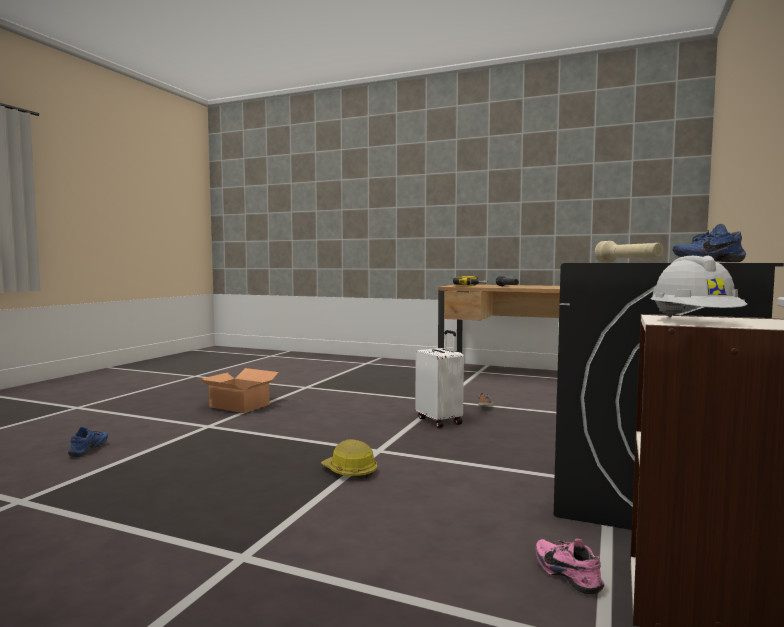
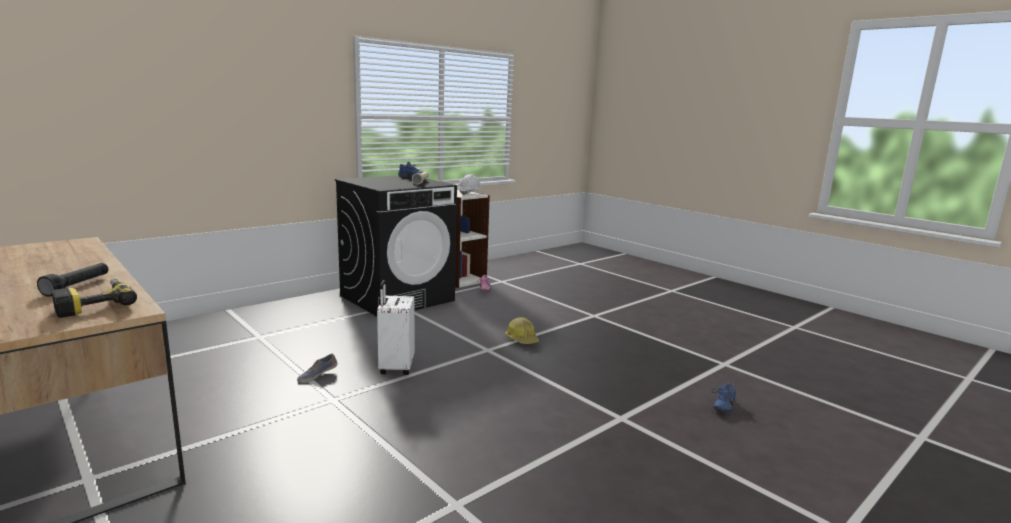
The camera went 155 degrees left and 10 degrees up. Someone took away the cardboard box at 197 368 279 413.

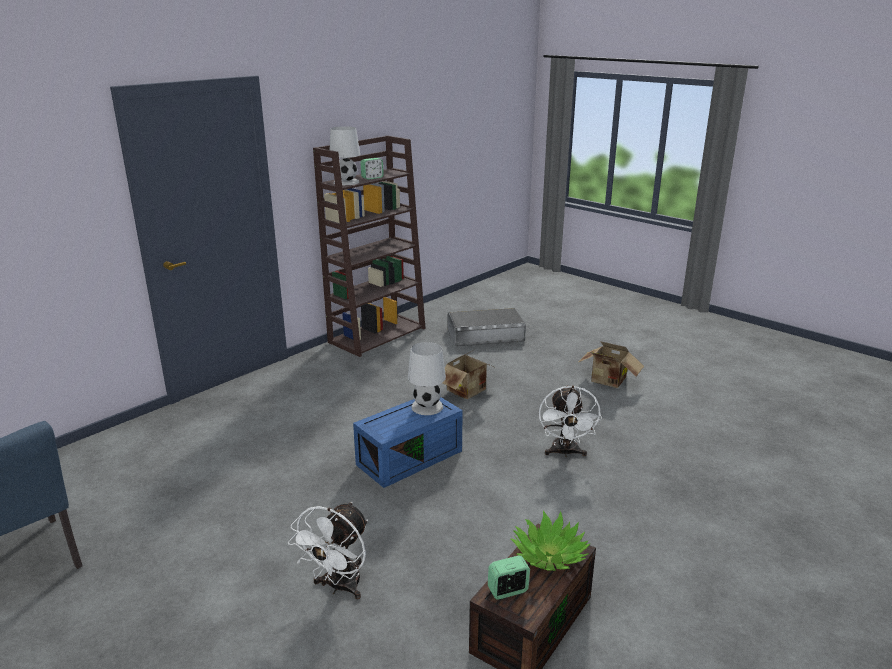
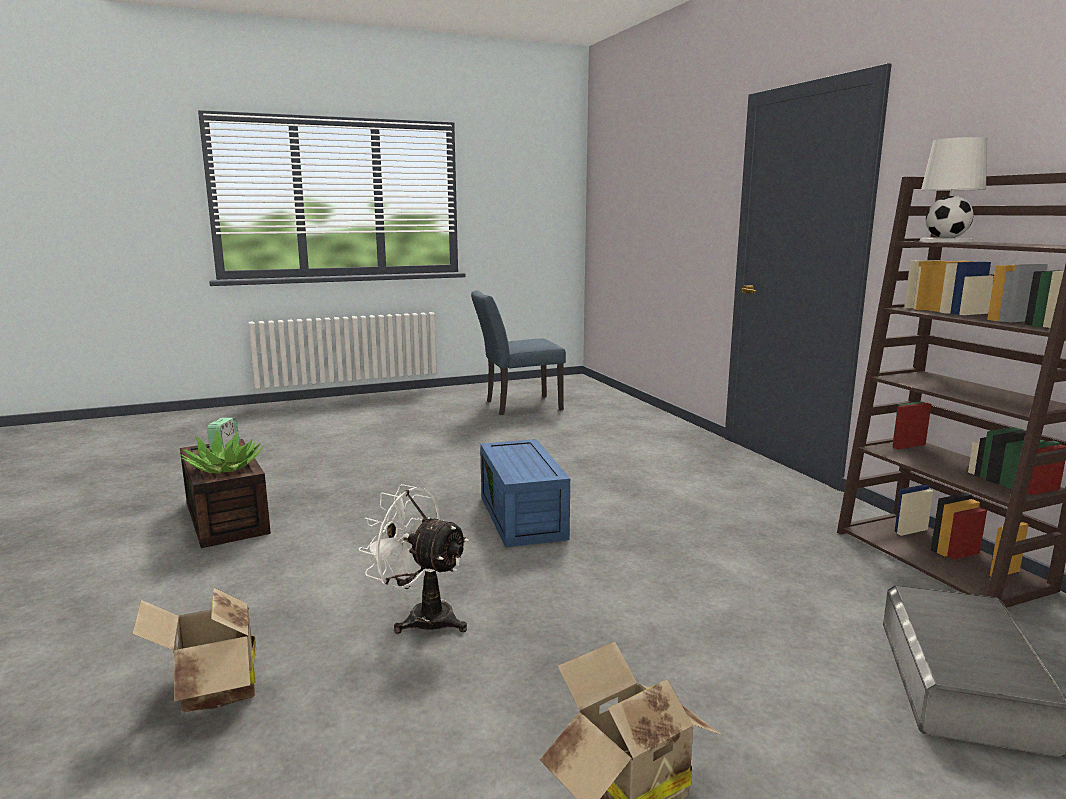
The camera went 115 degrees right and 10 degrees down. Someone took away the fan (white) at 288 502 368 600. Someone took away the alarm clock at 361 158 384 180. Someone took away the table lamp (white) at 408 342 446 415. Someone carried the cardboard box from 443 350 491 399 to 132 587 256 713.

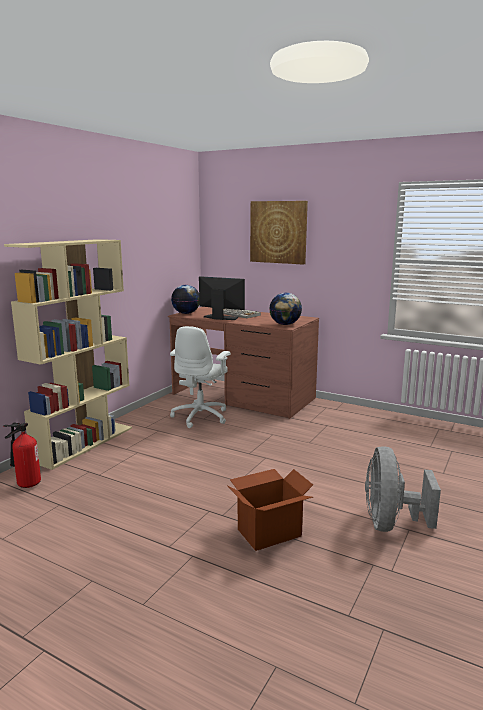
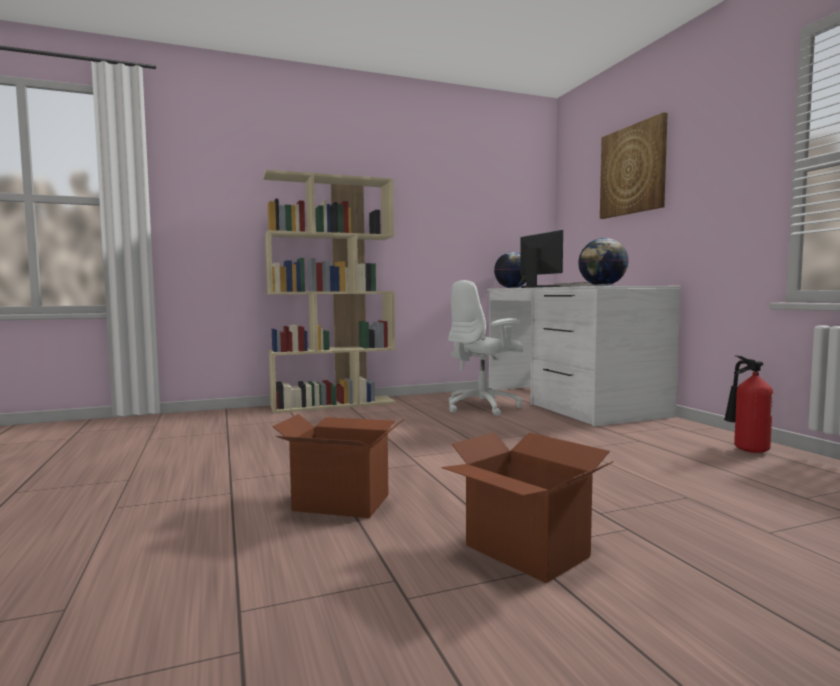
The camera went 40 degrees right and 10 degrees down. Someone carried the fire extinguisher from 3 423 41 488 to 724 355 773 453. Someone repainted the desk (brown) at 168 307 319 419, which became the desk (white) at 487 286 681 426. Someone swapped the fan (grey) at 365 446 441 532 for the cardboard box at 441 432 613 583.

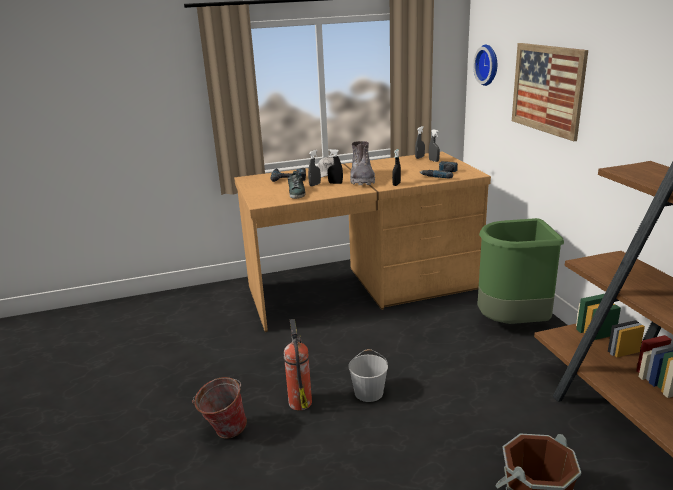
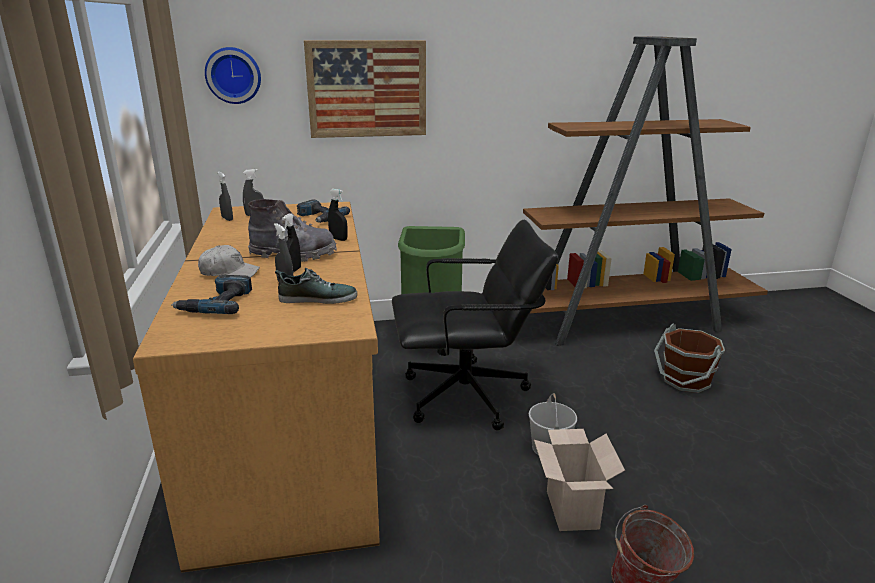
The camera went 85 degrees left and 0 degrees up. Someone swapped the fire extinguisher at 284 319 312 410 for the cardboard box at 534 429 625 531. Someone put down the office chair (black) at 392 220 559 430.

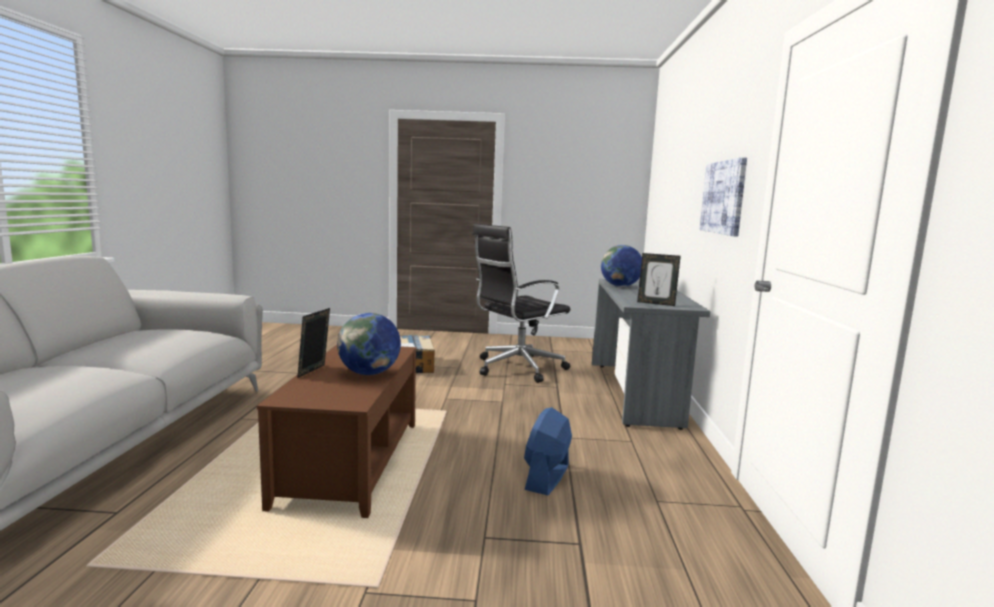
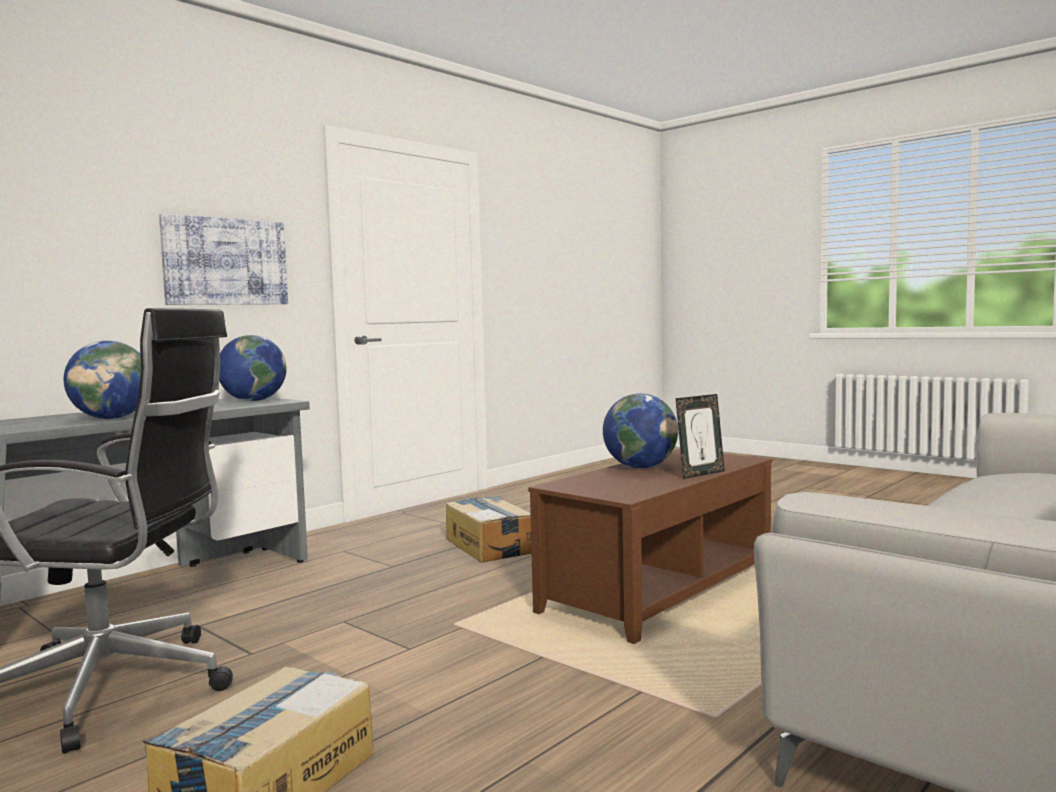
The camera went 140 degrees left and 5 degrees down. Someone swapped the fan (blue) at 524 407 572 495 for the cardboard box at 446 496 532 562. Someone swapped the picture frame at 637 253 681 306 for the globe at 219 335 287 401.

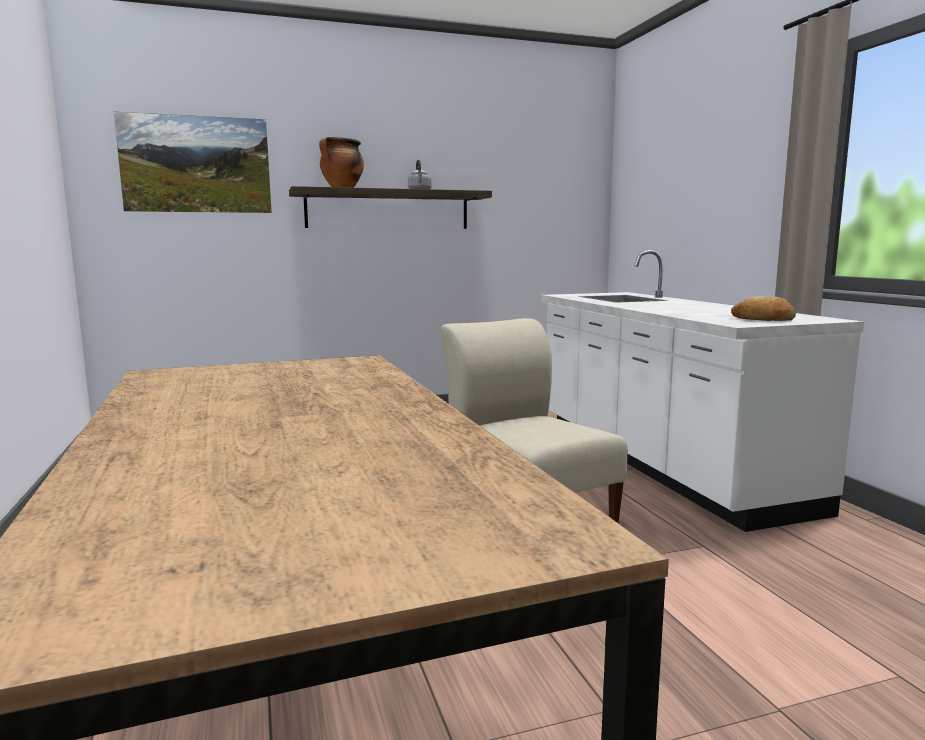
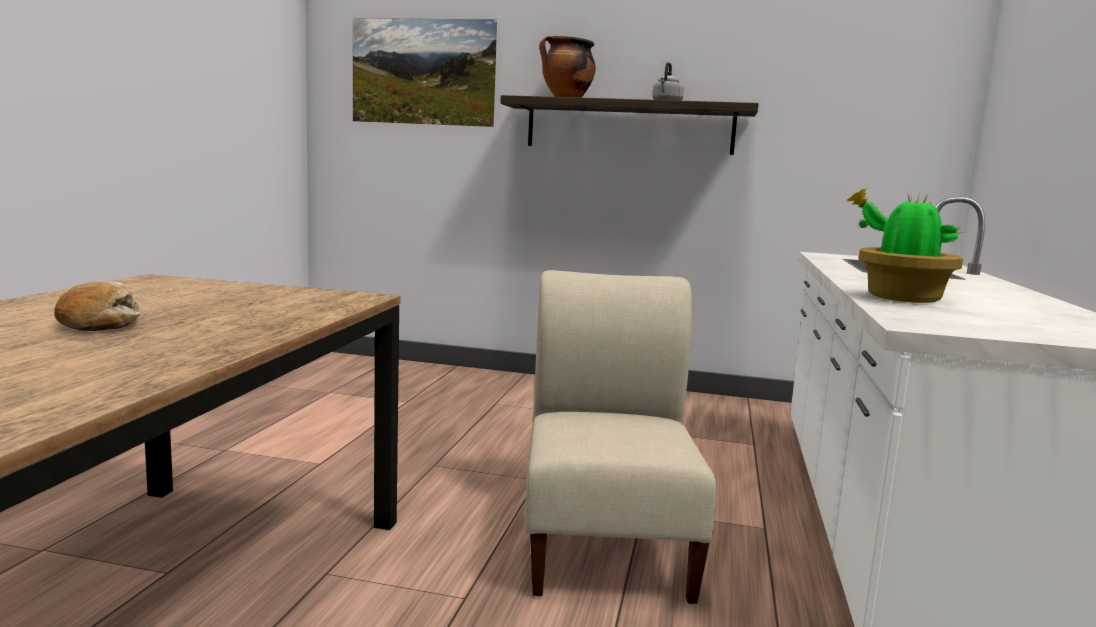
The camera went 30 degrees right and 0 degrees up. Someone carried the bread from 731 296 796 321 to 54 281 141 331. Someone put down the potted plant at 845 187 965 303.

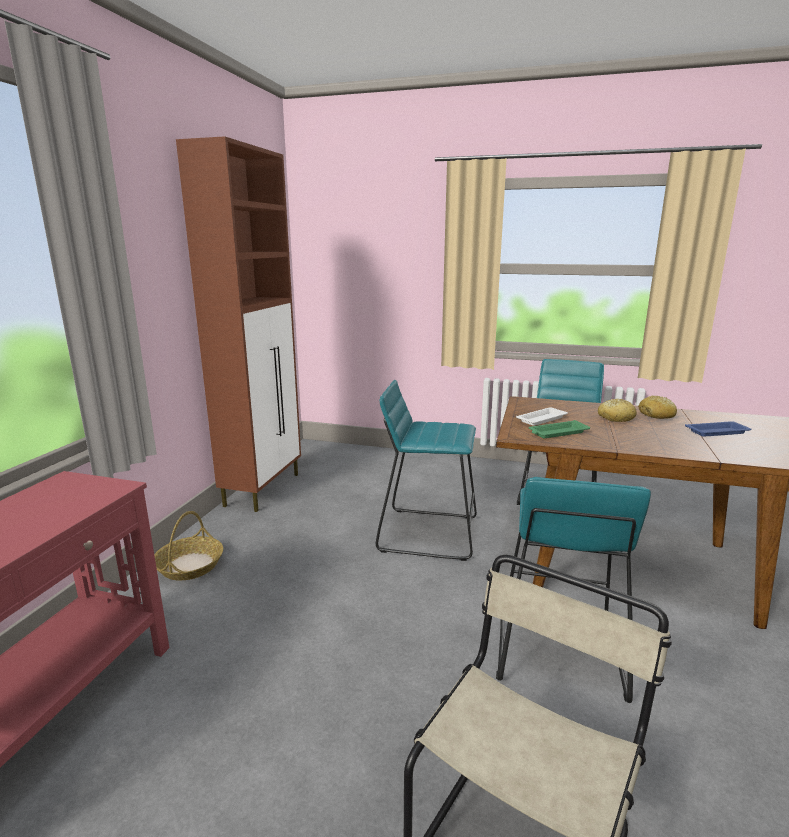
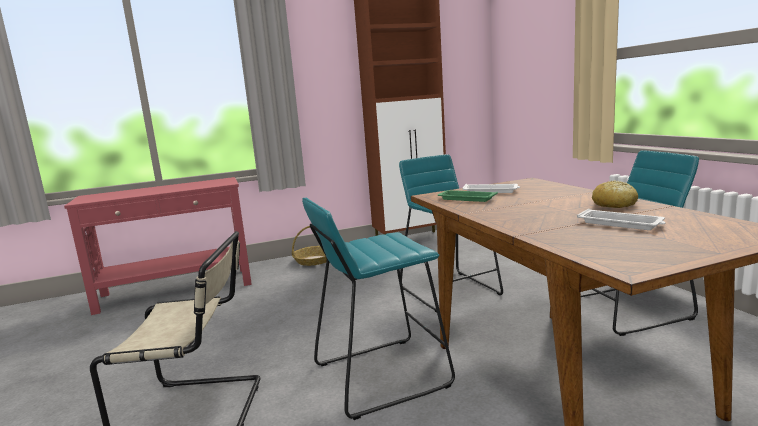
The camera went 55 degrees right and 5 degrees down. Someone took away the bread at 598 399 637 422. Someone repainted the tray (blue) at 685 421 751 437, which became the tray (white) at 577 209 666 230.

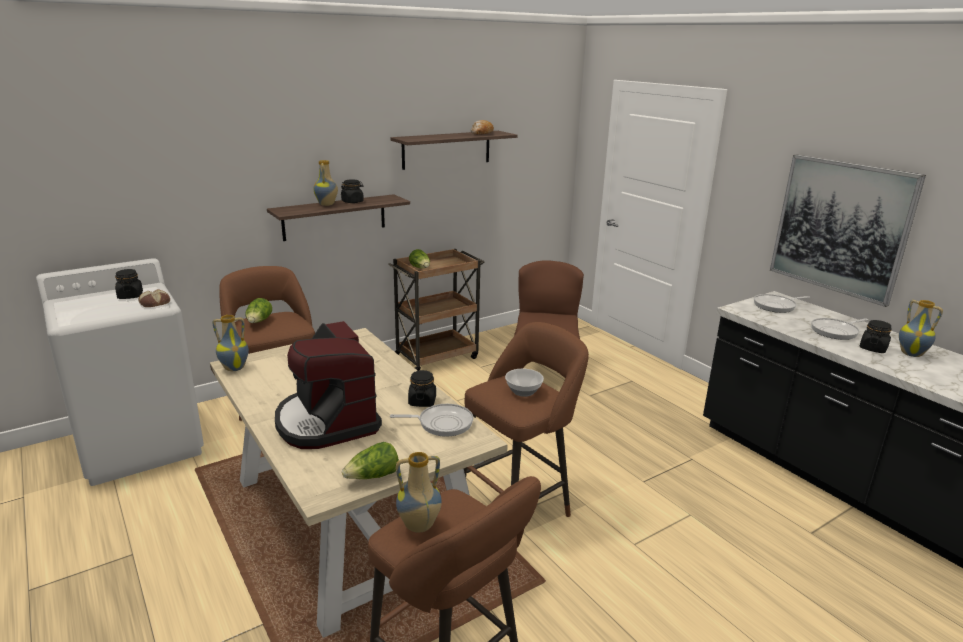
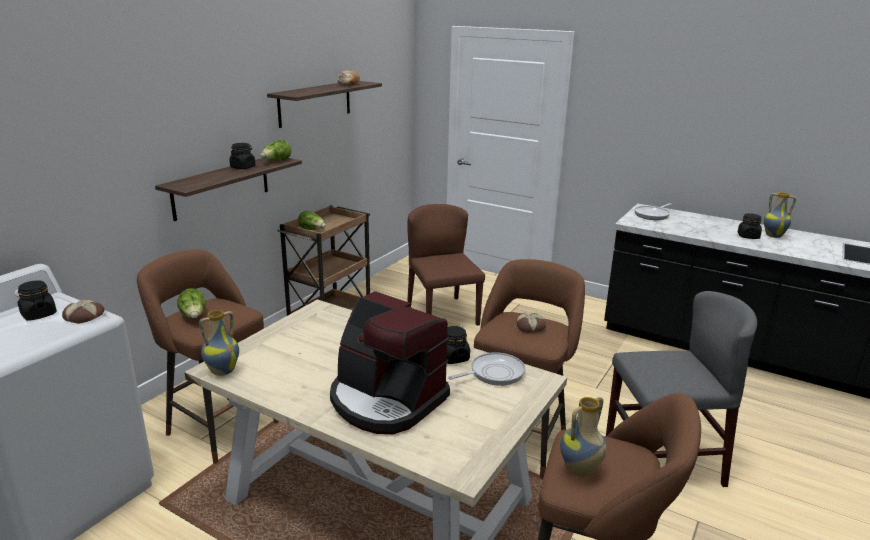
The camera went 25 degrees left and 0 degrees up. Someone took away the vase at 313 160 338 206. Someone carried the lettuce from 342 442 399 479 to 260 140 291 161. Someone swapped the bowl at 505 369 544 397 for the bread at 516 313 546 333. Someone took away the picture at 770 155 926 307. Someone took away the frying pan at 811 318 868 340. Someone put down the chair (grey) at 606 291 757 487.

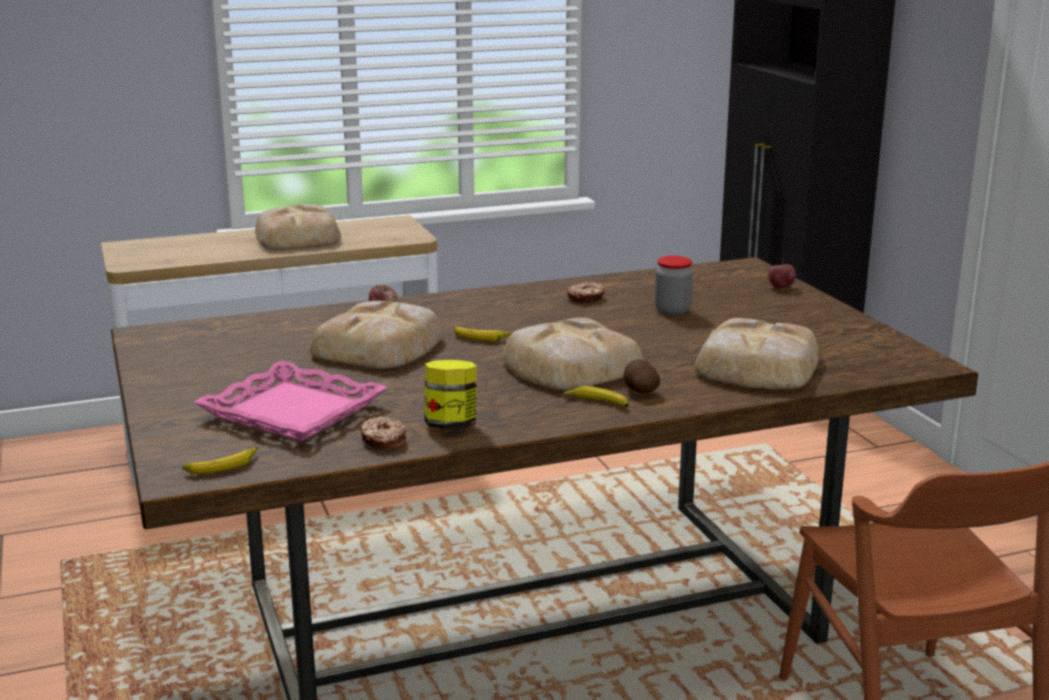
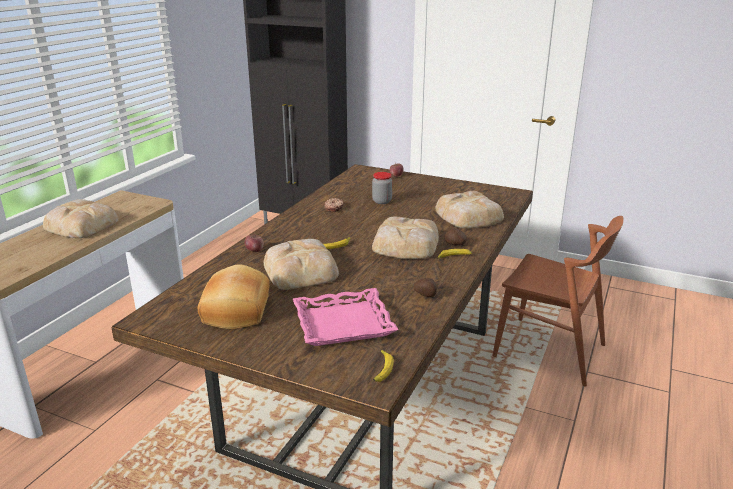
The camera went 45 degrees left and 5 degrees up. Someone took away the donut at 360 416 406 449. Someone swapped the jar at 424 360 477 429 for the potato at 414 278 437 297. Someone put down the bread at 198 264 270 329.

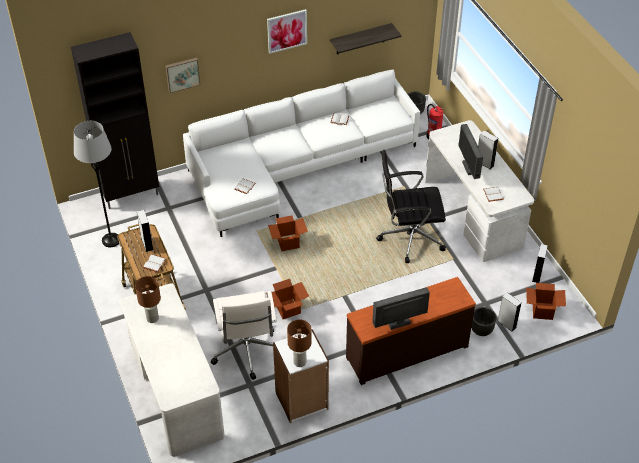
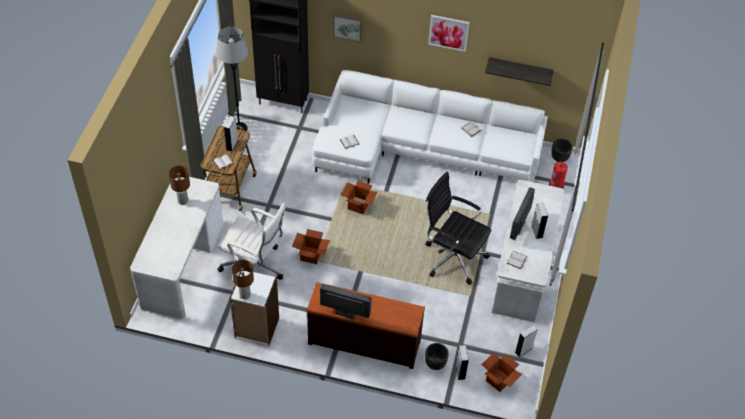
The camera went 35 degrees right and 5 degrees up. Someone rotated the office chair (white) at 211 291 277 380 by 90 degrees counterclockwise.

